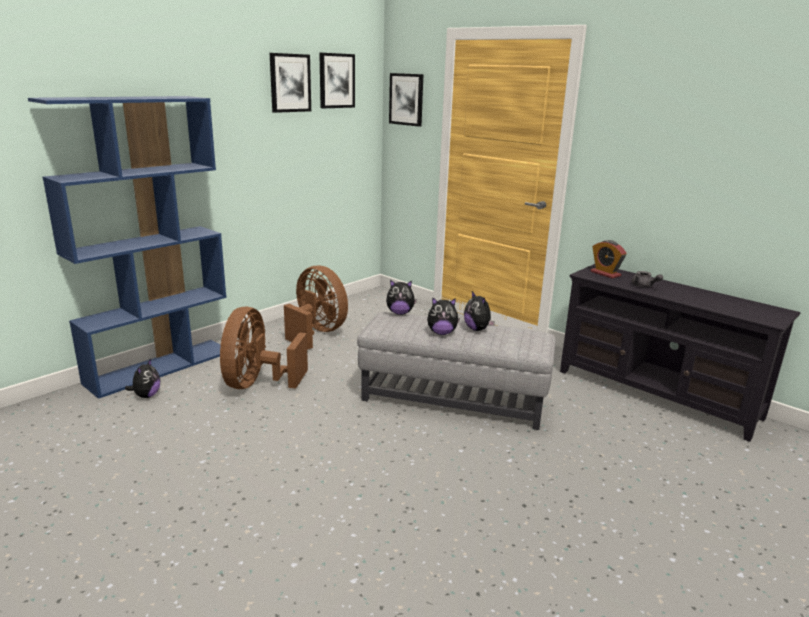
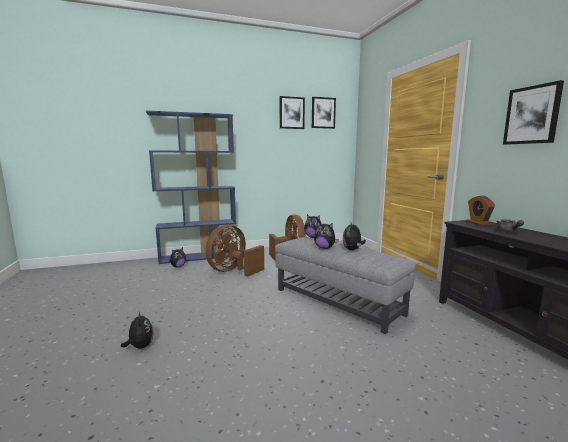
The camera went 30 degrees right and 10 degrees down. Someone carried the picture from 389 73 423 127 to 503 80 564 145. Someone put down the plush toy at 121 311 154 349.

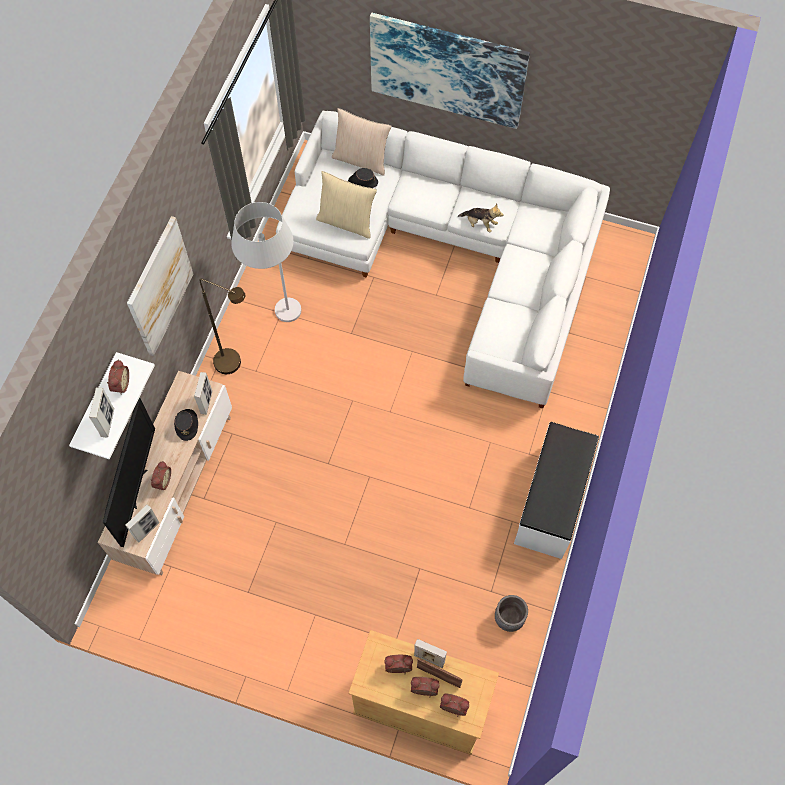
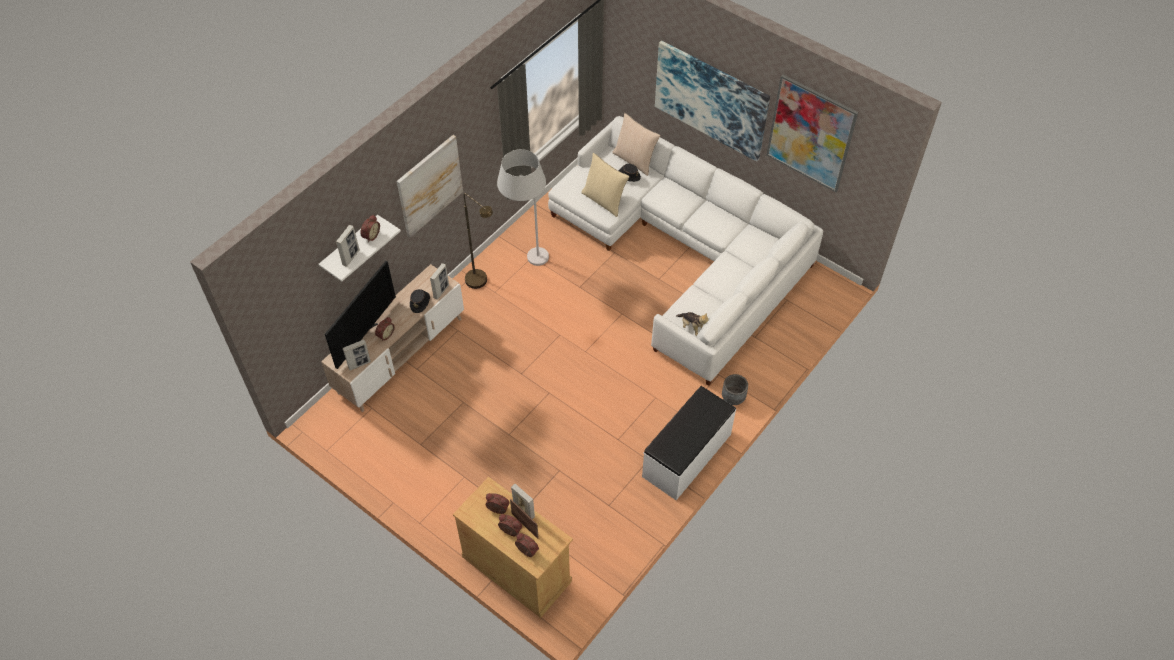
The camera went 20 degrees right and 10 degrees down. Someone carried the plush toy from 458 204 503 233 to 676 312 708 336. Someone carried the planter (grey) from 495 595 528 632 to 722 374 748 405. Someone put up the picture at 767 74 858 192.

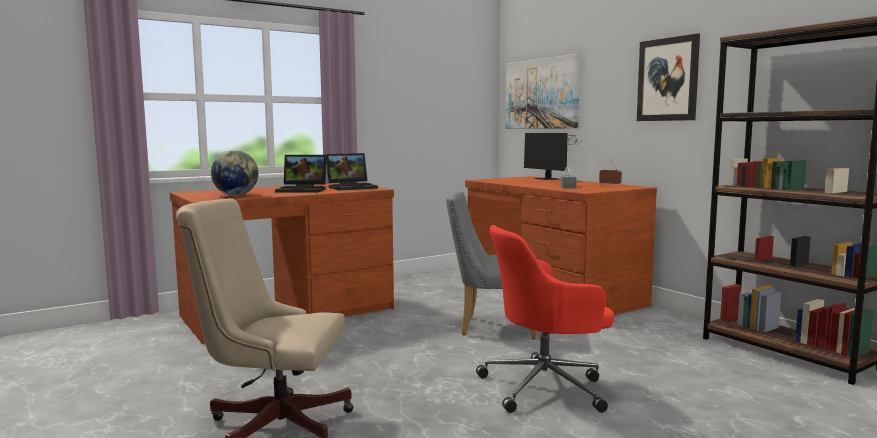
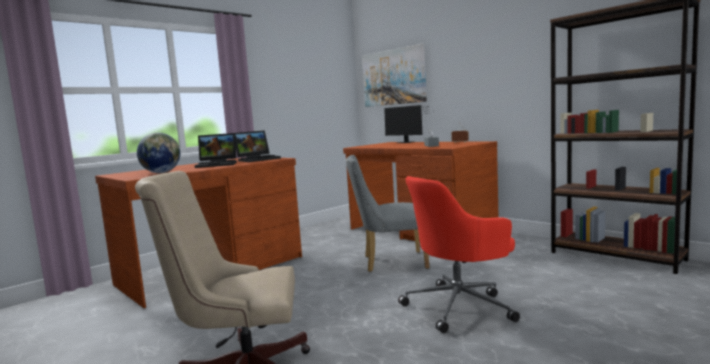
The camera went 10 degrees left and 0 degrees up. Someone took away the picture at 637 33 700 121.

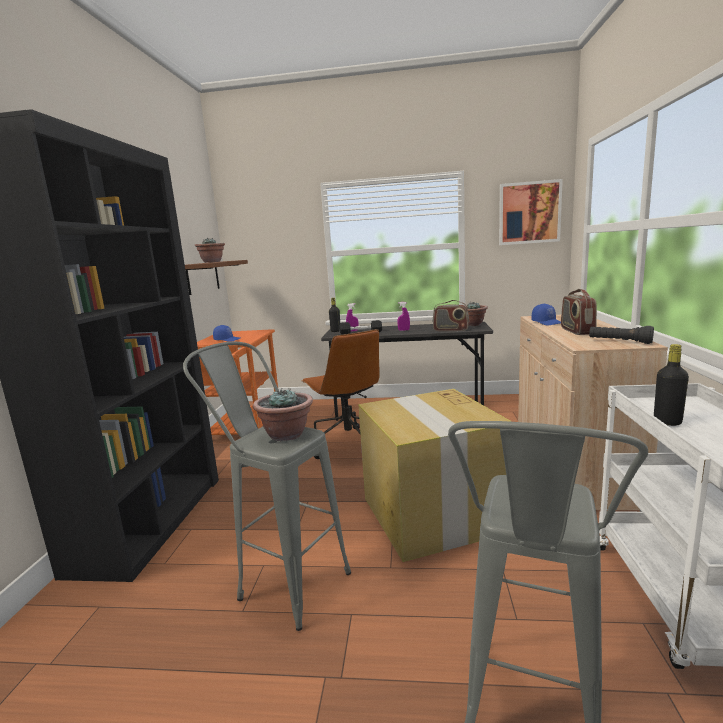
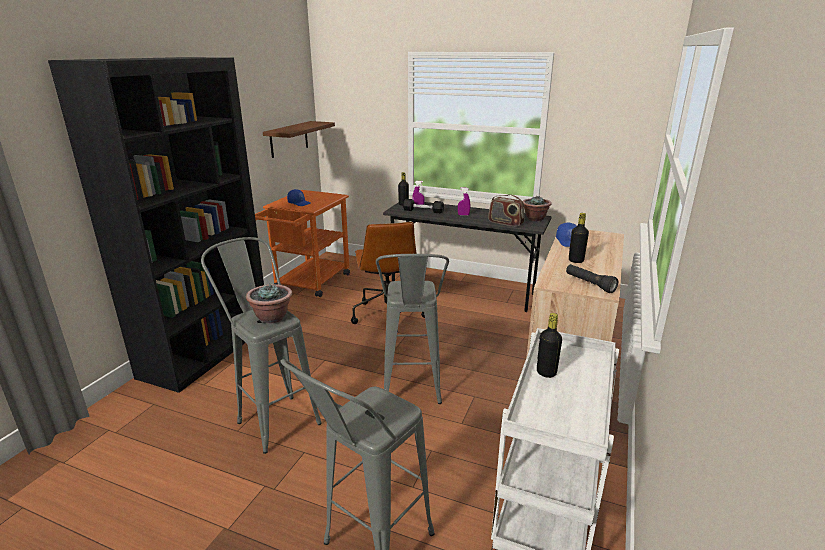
The camera went 15 degrees right and 10 degrees up. Someone took away the potted plant at 195 238 225 263. Someone swapped the cardboard box at 358 389 512 562 for the stool (grey) at 376 254 449 404. Someone took away the picture at 499 179 563 245. Someone swapped the radio at 561 289 597 335 for the bottle (black) at 569 213 589 263.

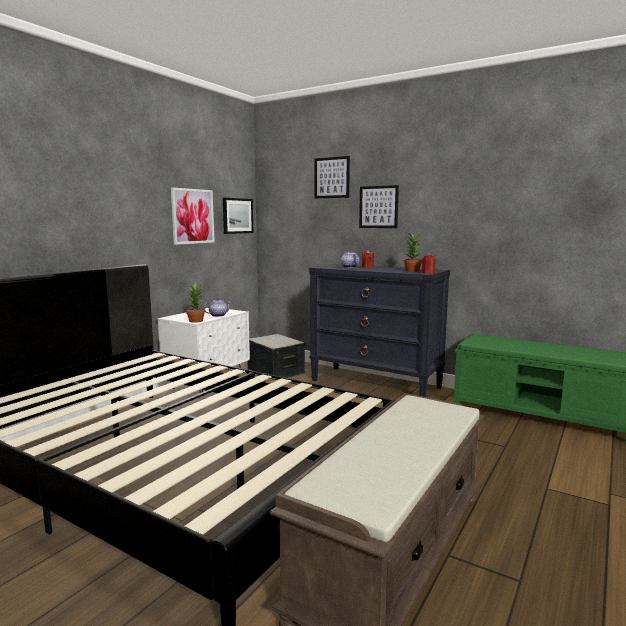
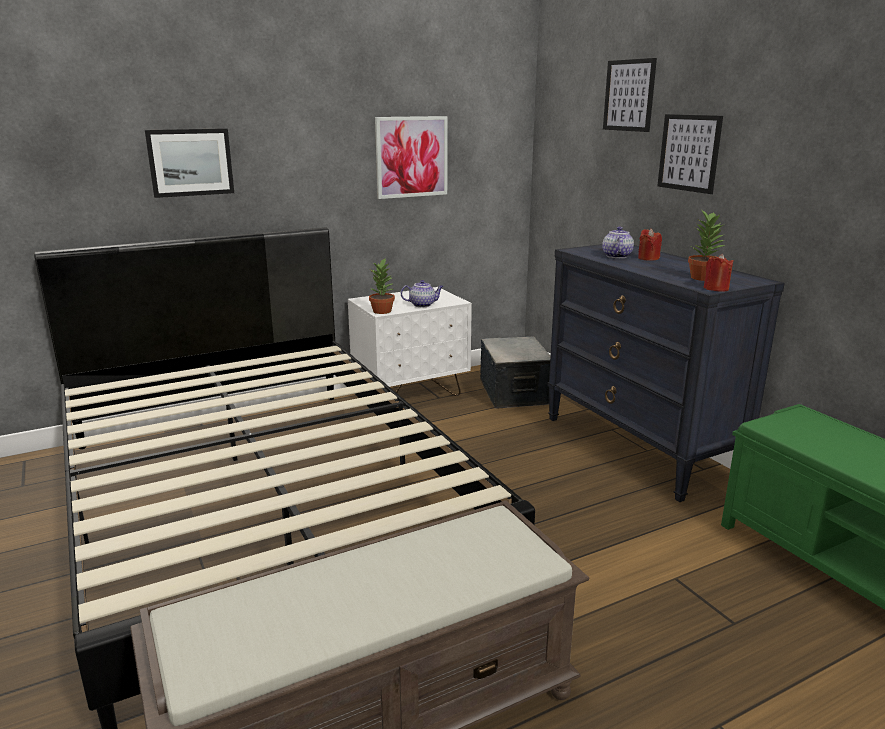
The camera went 30 degrees right and 10 degrees up. Someone carried the picture from 223 198 254 234 to 145 128 234 198.

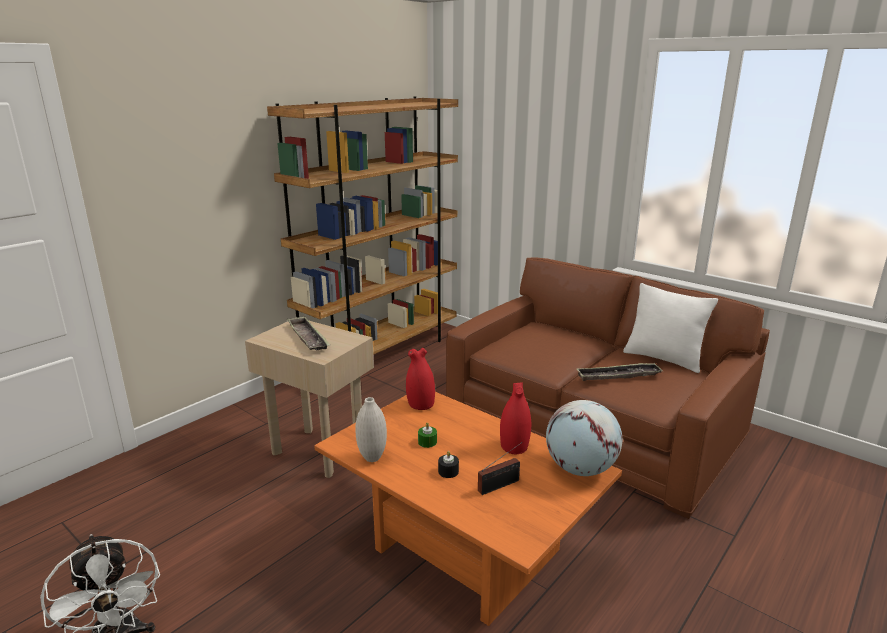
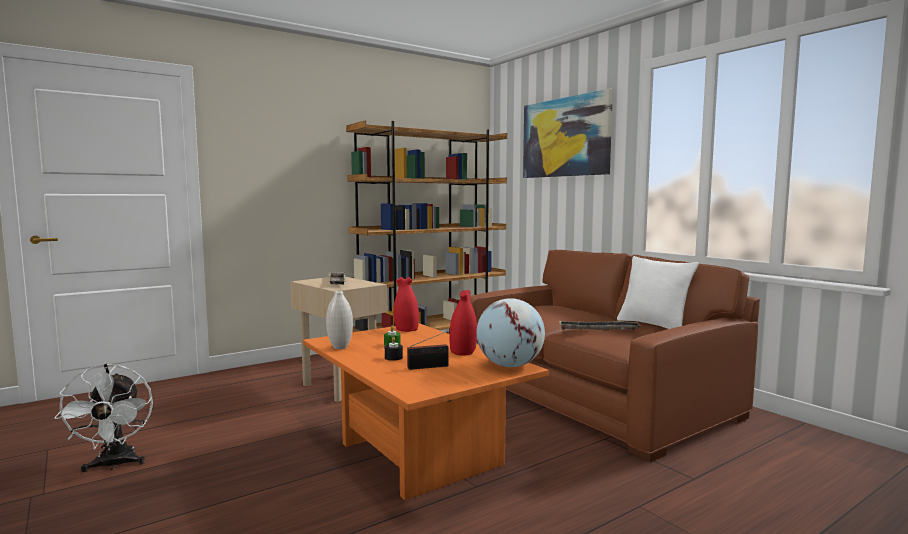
The camera went 15 degrees right and 15 degrees down. Someone put up the picture at 523 88 613 178.

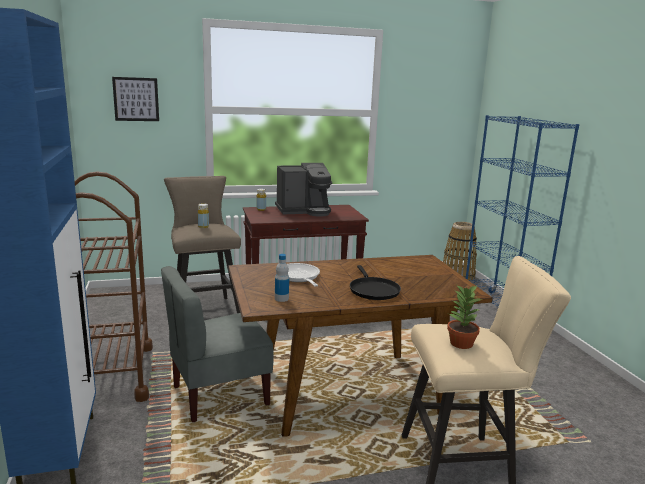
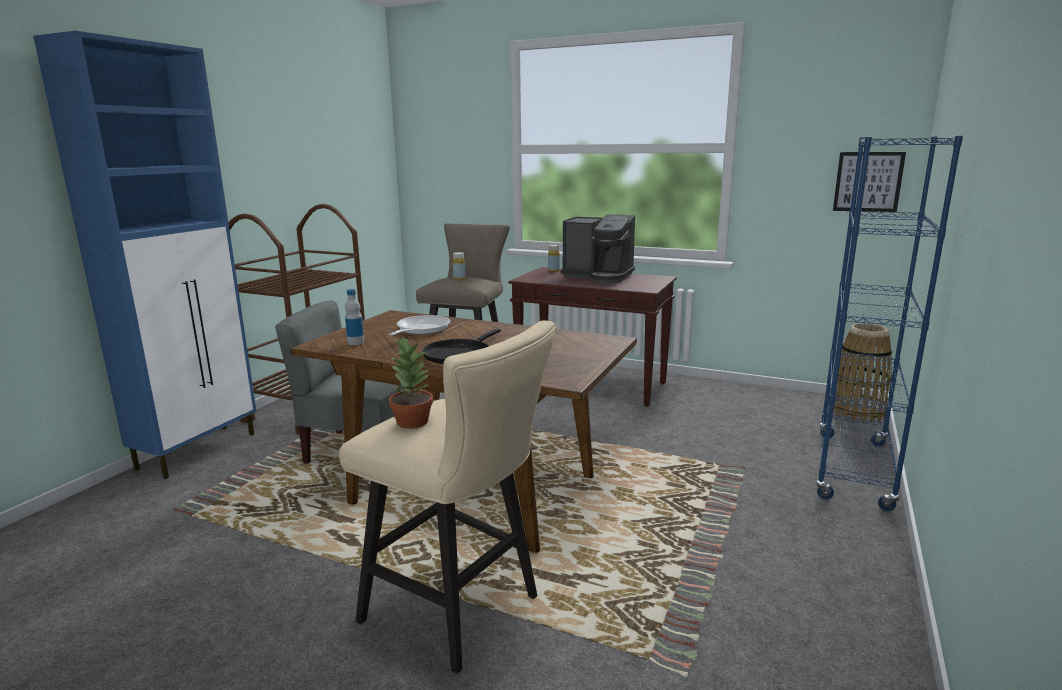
The camera went 40 degrees right and 0 degrees up. Someone carried the picture from 112 77 159 121 to 833 152 906 212.

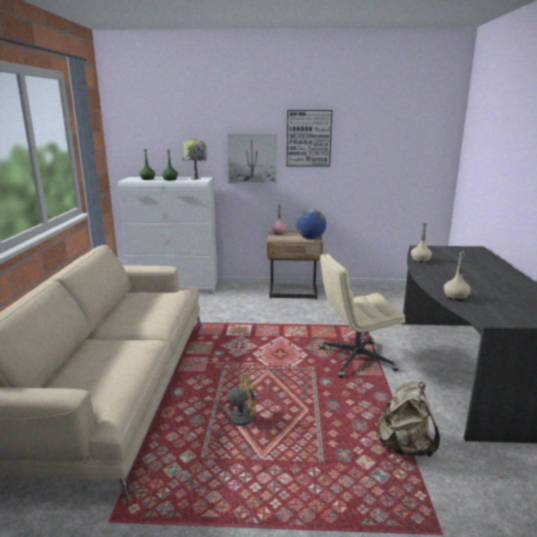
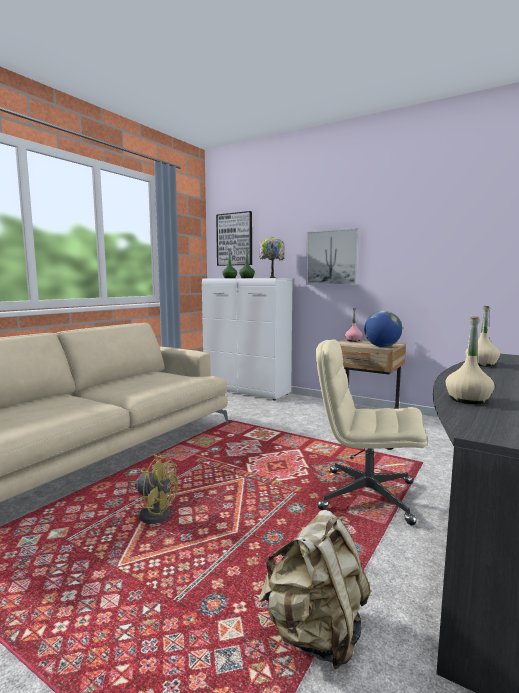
The camera went 30 degrees right and 10 degrees down. Someone carried the picture from 287 110 332 167 to 216 211 252 266.

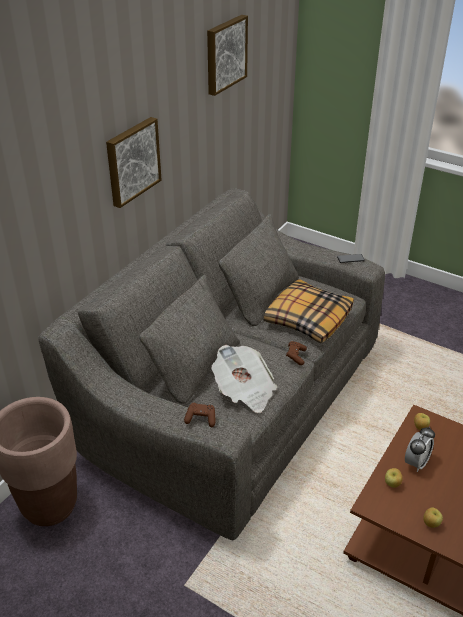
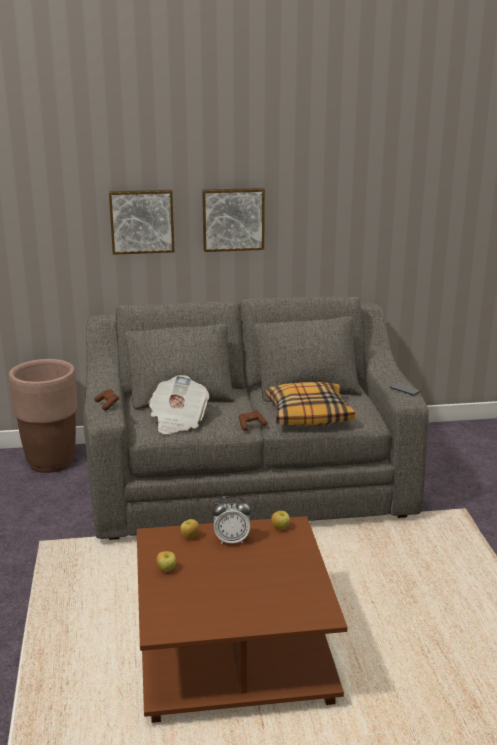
The camera went 50 degrees right and 15 degrees down. Someone carried the picture from 207 15 248 96 to 109 190 174 255.

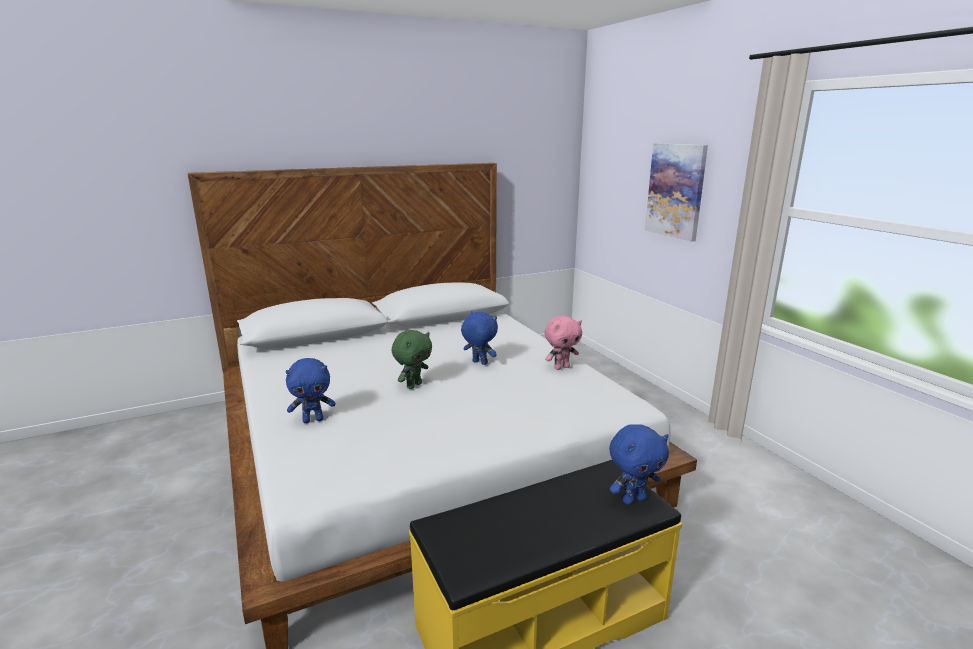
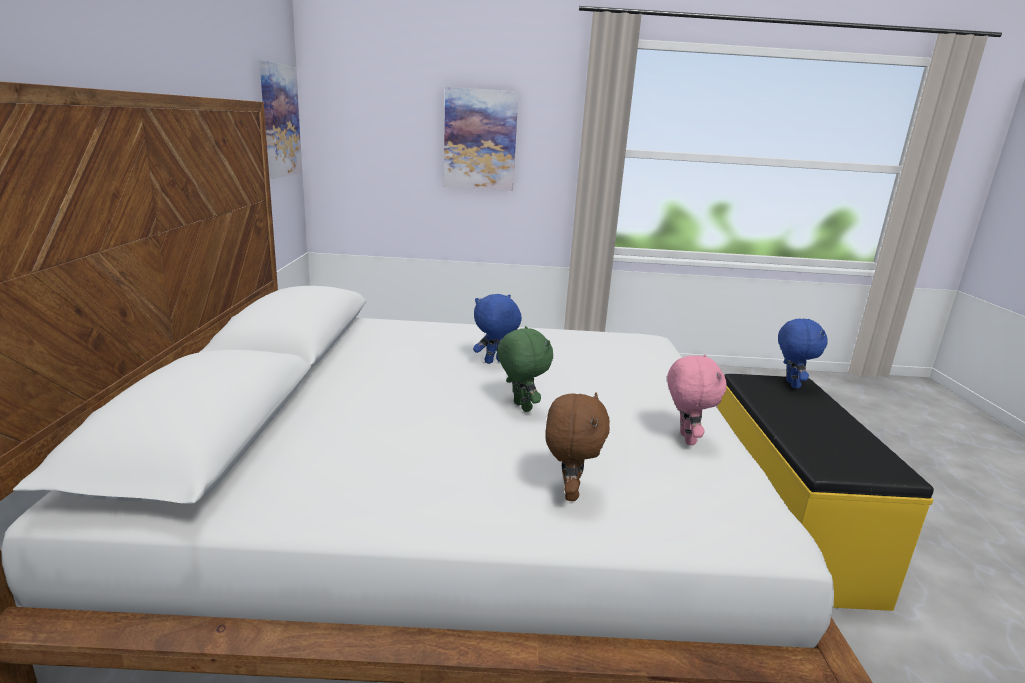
The camera went 65 degrees left and 0 degrees up. Someone repainted the plush toy (blue) at 286 358 335 423, which became the plush toy (brown) at 546 392 610 501. Someone carried the plush toy (pink) from 545 316 582 370 to 667 354 727 445. Someone put up the picture at 259 60 302 179.

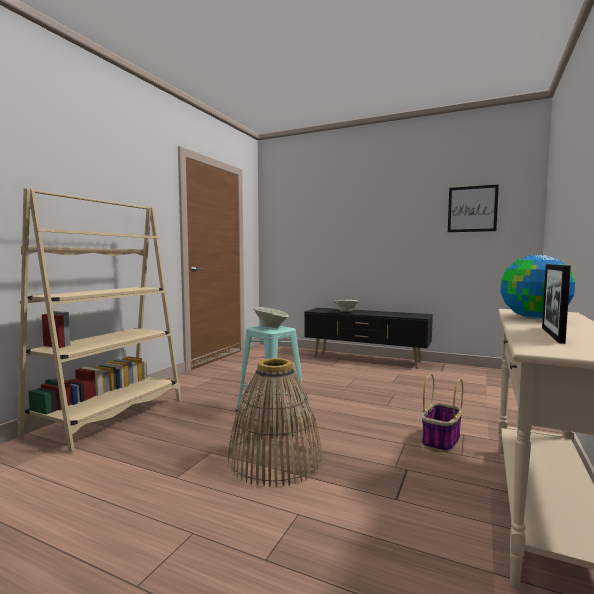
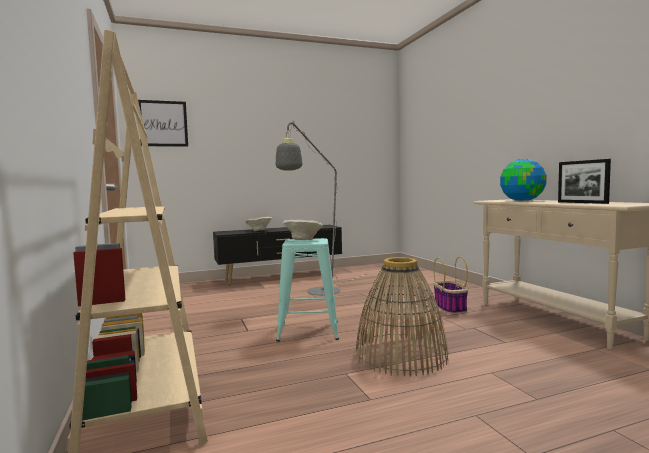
The camera went 45 degrees left and 0 degrees up. Someone carried the picture from 448 184 499 232 to 138 100 188 147. Someone put down the floor lamp (grey) at 276 121 368 295.

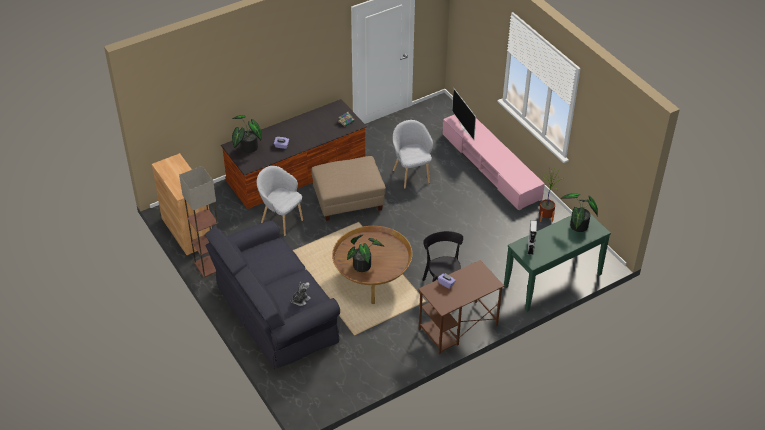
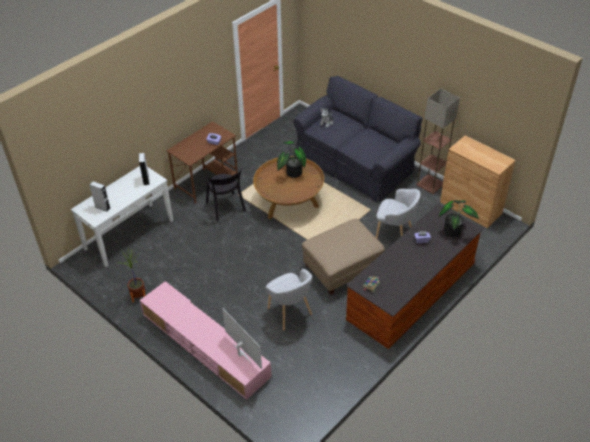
The camera went 165 degrees right and 0 degrees up. Someone repainted the console table (green) at 504 214 611 312, which became the console table (white) at 71 166 173 267. Someone swapped the potted plant at 561 193 598 232 for the speaker (grey) at 89 181 110 212.

